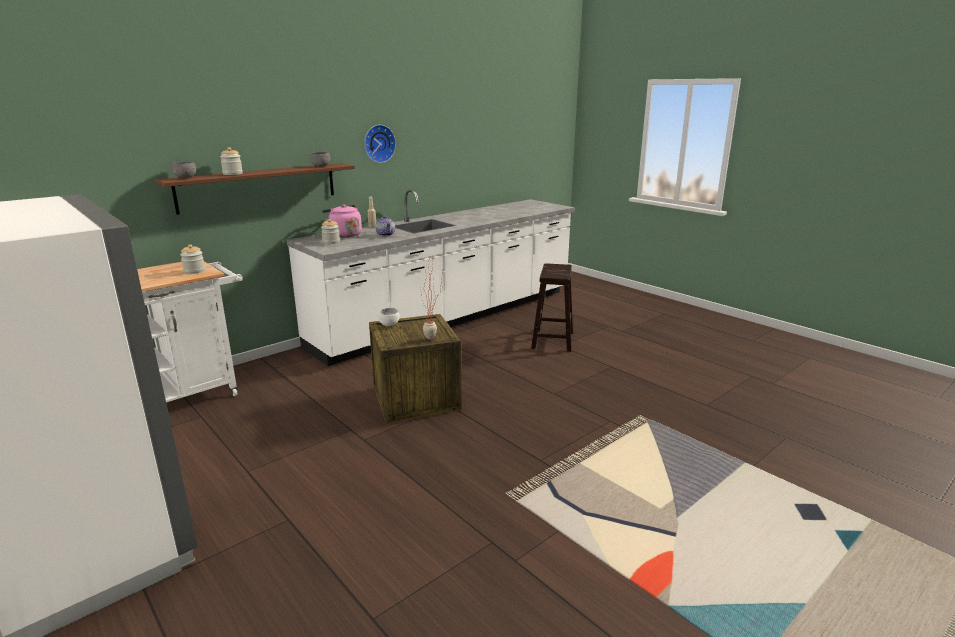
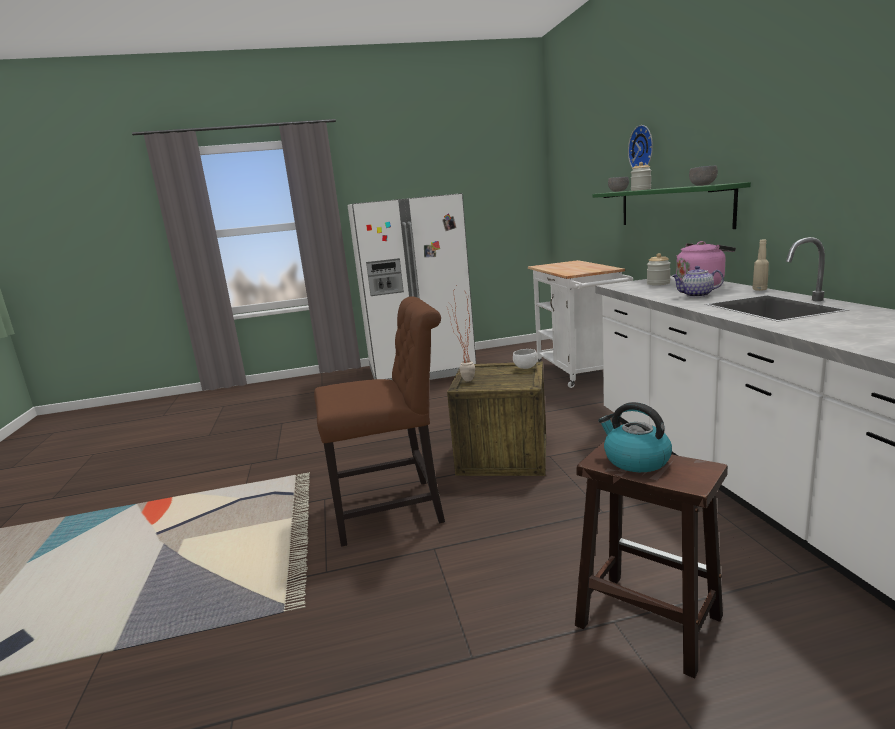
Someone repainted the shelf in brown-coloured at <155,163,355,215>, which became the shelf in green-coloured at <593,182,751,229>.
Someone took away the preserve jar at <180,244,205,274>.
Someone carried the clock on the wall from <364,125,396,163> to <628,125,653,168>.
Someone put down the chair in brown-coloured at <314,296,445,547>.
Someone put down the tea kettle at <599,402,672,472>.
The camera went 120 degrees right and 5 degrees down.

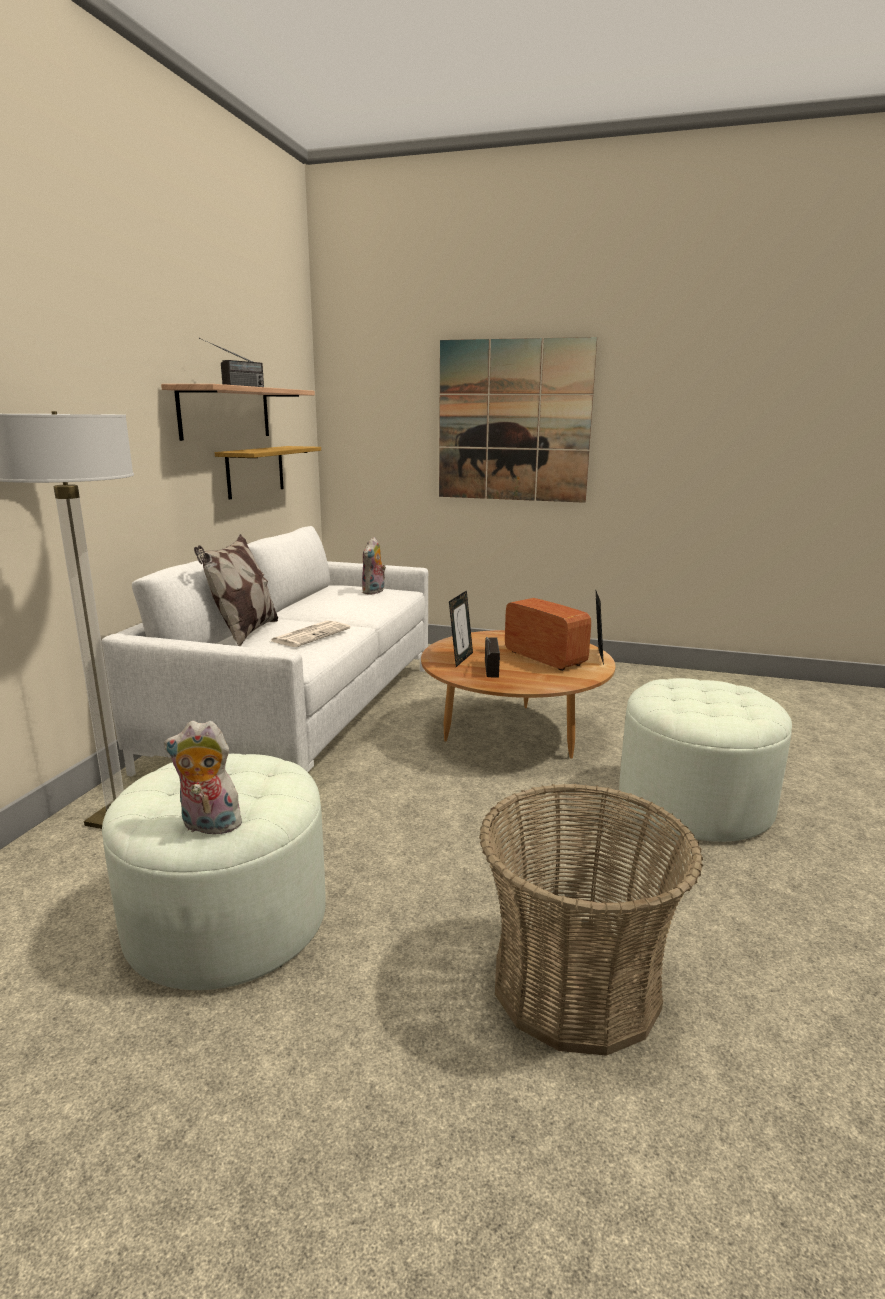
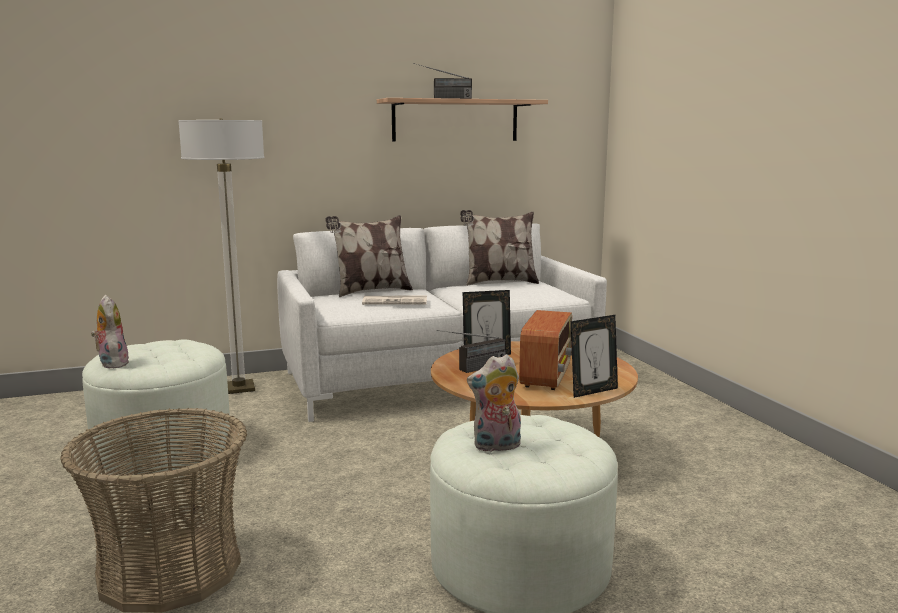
Someone took away the shelf at <215,446,321,500>.
Someone carried the plush toy from <362,537,386,595> to <467,354,521,452>.
Someone took away the wall art at <439,337,597,503>.
Someone put down the throw pillow at <460,210,539,286>.
The camera went 55 degrees right and 5 degrees down.

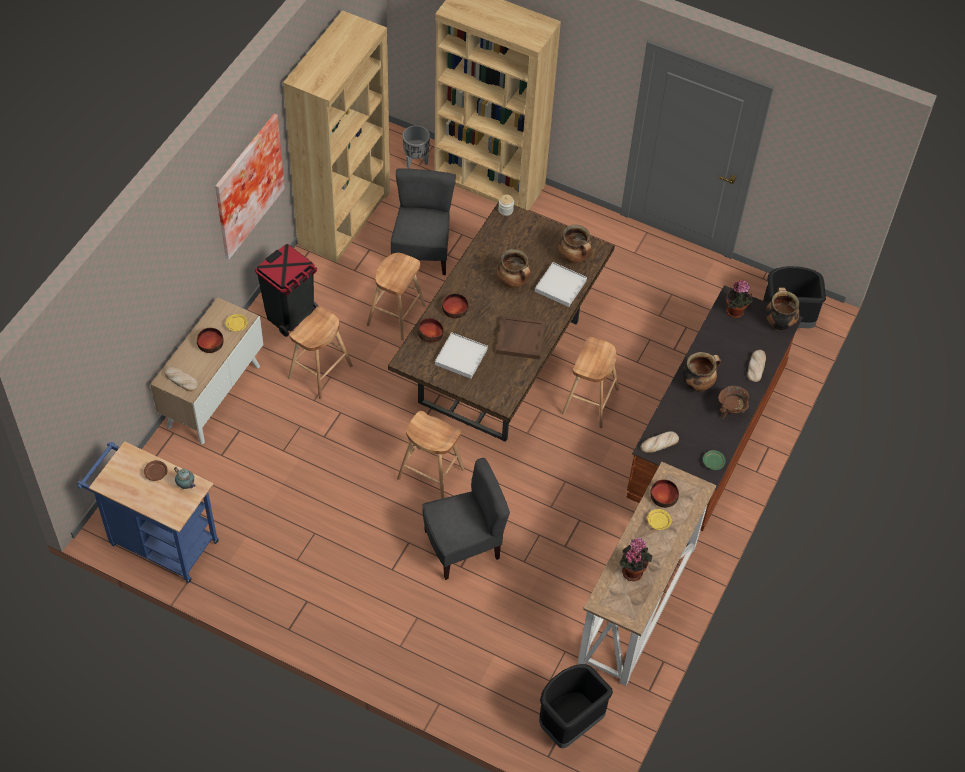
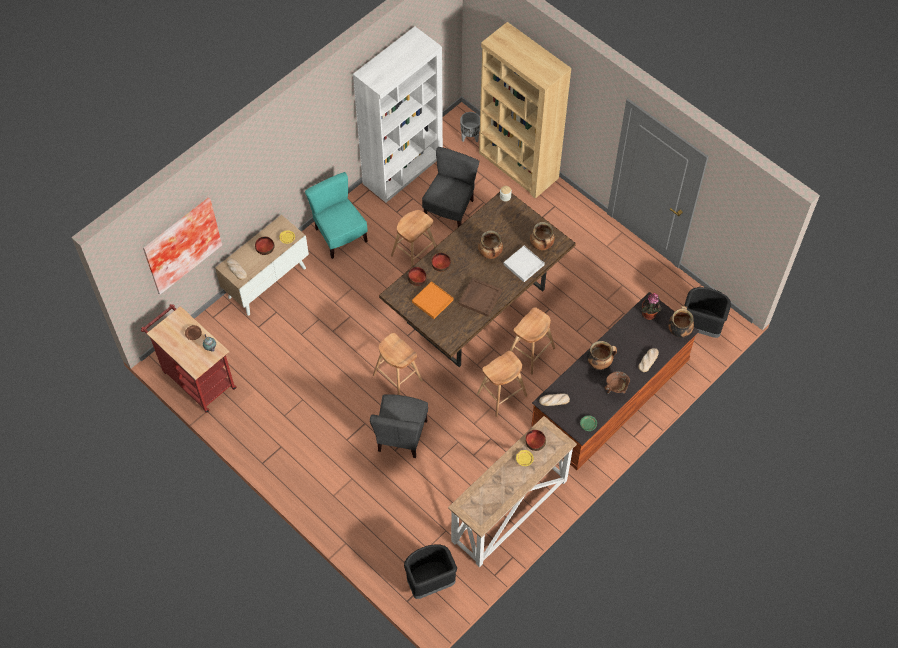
Someone repainted the wheeled cart in bluish at <77,441,219,583>, which became the wheeled cart in red at <141,304,236,413>.
Someone carried the wall art from <215,114,285,259> to <143,197,222,294>.
Someone swapped the rubbish bin in blackish at <255,244,319,337> for the chair in turquoise-coloured at <305,172,368,259>.
Someone repainted the shelving unit in brown-coloured at <283,10,390,262>, which became the shelving unit in white-coloured at <353,26,443,203>.
Someone carried the stool seat in brown-coloured from <288,307,353,399> to <477,351,527,417>.
Someone rotated the chair in grey at <422,458,510,580> by 105 degrees clockwise.
Someone repainted the tray in white-coloured at <435,332,488,379>, which became the tray in orange-coloured at <412,281,454,319>.
Someone took away the potted plant at <619,538,652,581>.
The camera went 20 degrees right and 5 degrees up.

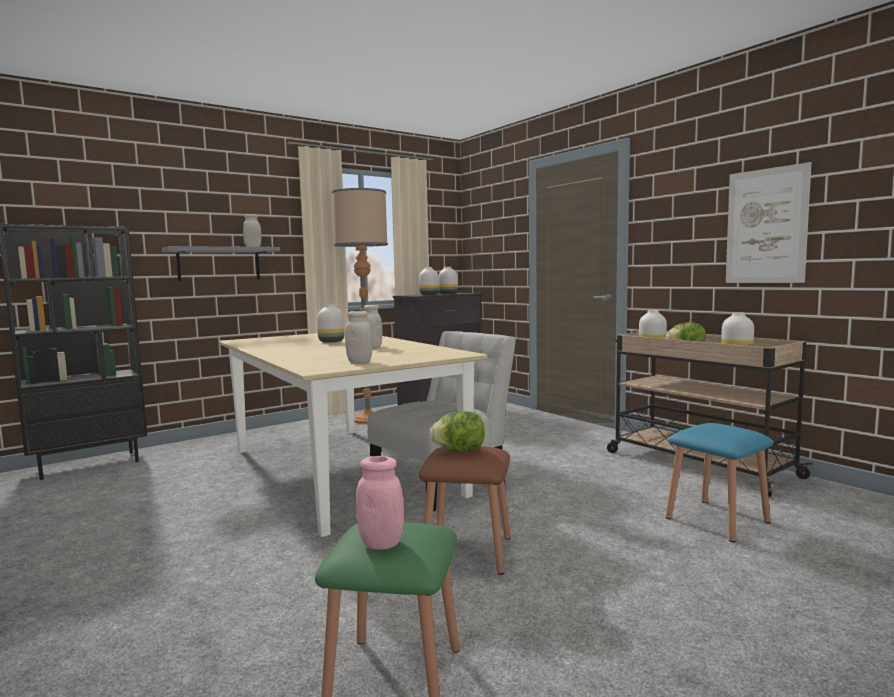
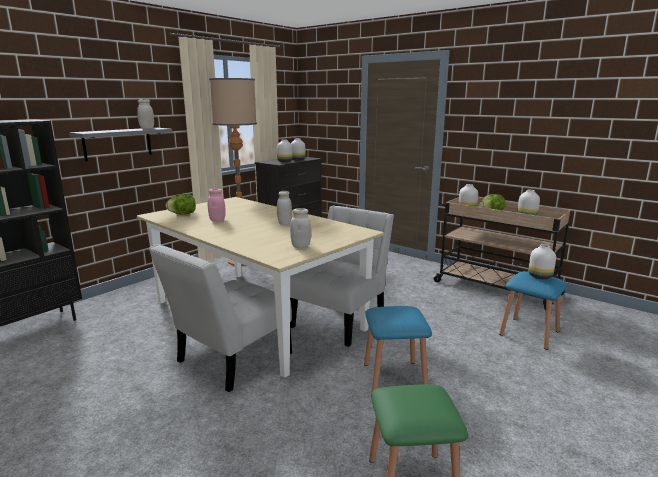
Someone carried the decorative vase in white-coloured from <317,304,344,343> to <529,244,556,279>.
Someone carried the preserve jar in pinkish from <356,456,404,550> to <207,189,226,222>.
Someone repainted the stool seat in brown-coloured at <419,446,510,575>, which became the stool seat in bluish at <364,306,432,391>.
Someone carried the lettuce from <430,411,485,452> to <166,194,196,215>.
Someone took away the wall art at <726,162,811,283>.
Someone put down the chair in white-coloured at <149,244,292,392>.
The camera went 15 degrees left and 10 degrees up.

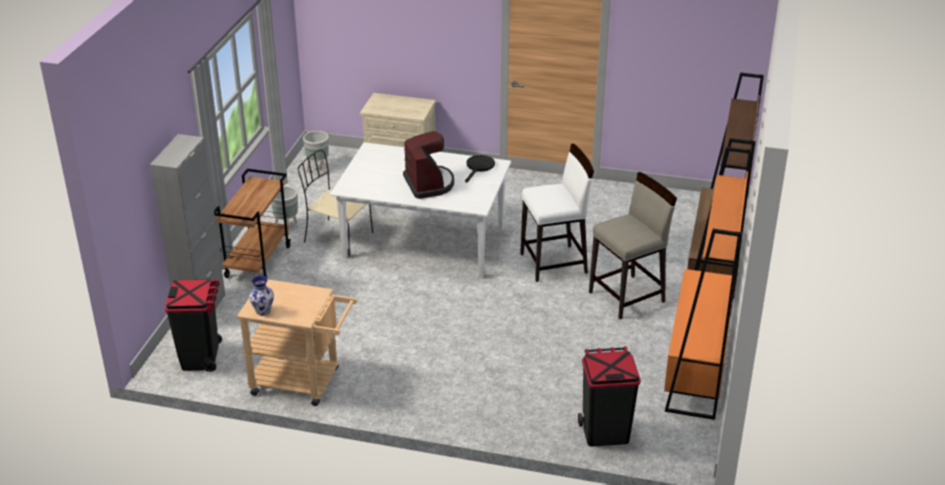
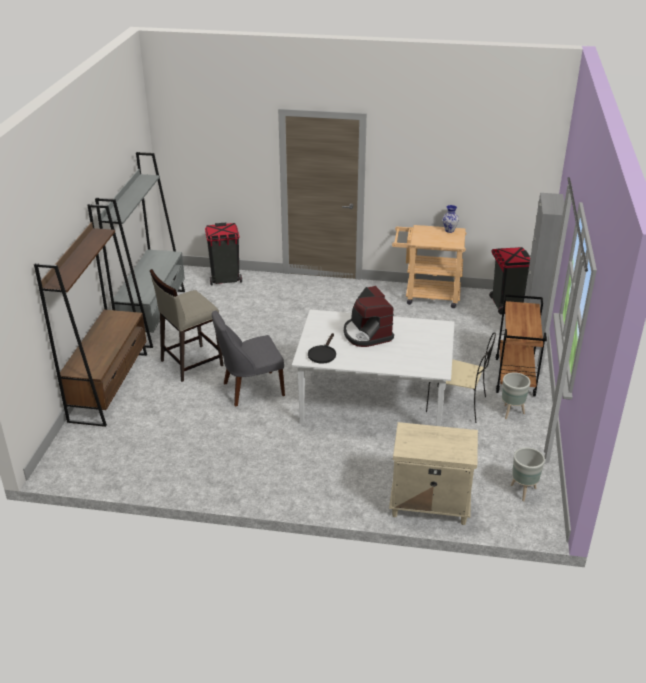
Someone swapped the stool seat in white-coloured at <520,144,594,282> for the chair in grey at <212,311,285,406>.
Someone repainted the shelving unit in orange-coloured at <664,147,752,420>, which became the shelving unit in grey at <95,152,185,348>.
The camera went 175 degrees right and 0 degrees up.

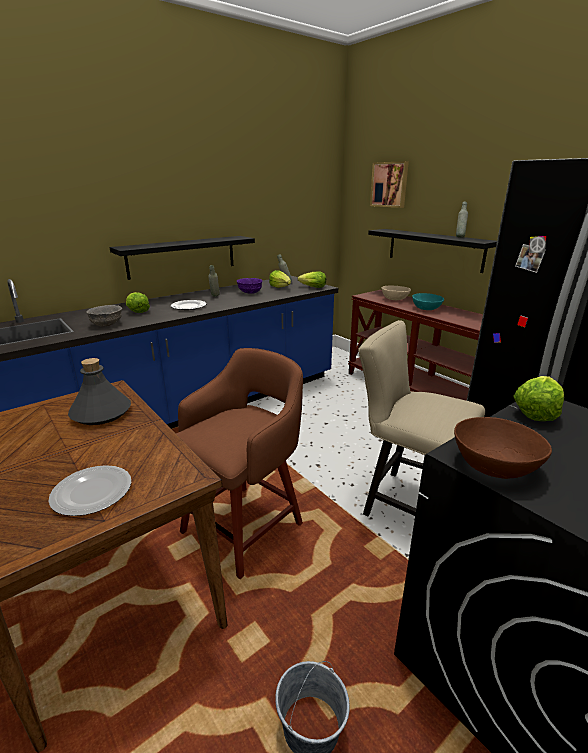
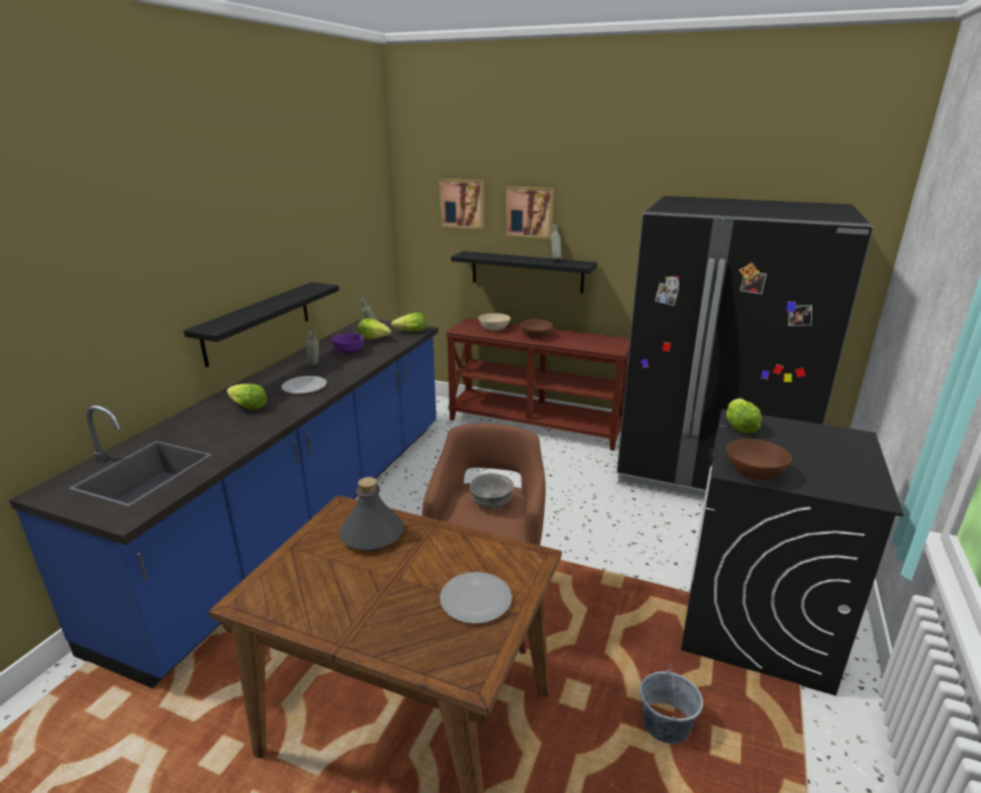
Someone carried the serving bowl in grey from <86,305,122,327> to <470,473,514,509>.
Someone took away the chair in sand-coloured at <359,320,485,517>.
Someone repainted the serving bowl in turquoise-coloured at <412,293,444,310>, which became the serving bowl in brown-coloured at <520,319,553,338>.
Someone put up the wall art at <505,186,554,239>.
The camera went 30 degrees left and 0 degrees up.

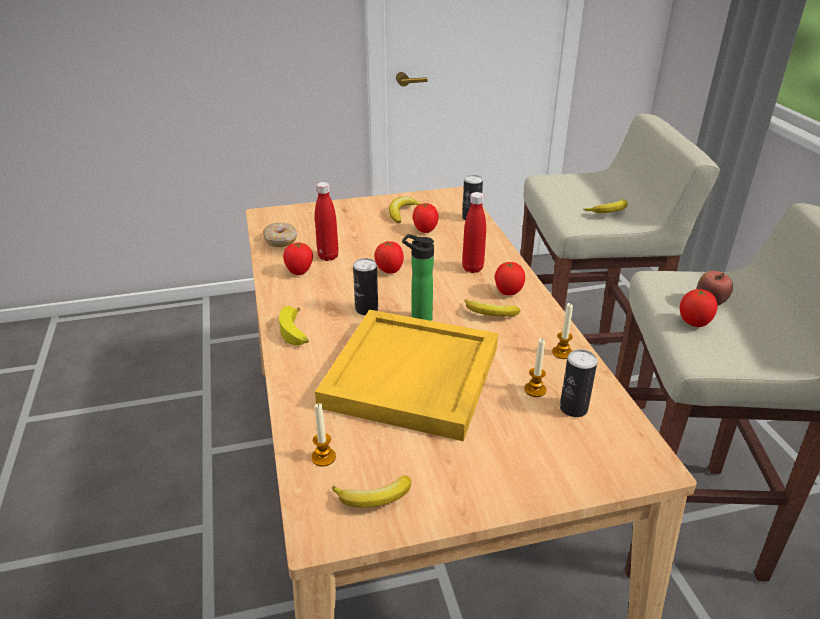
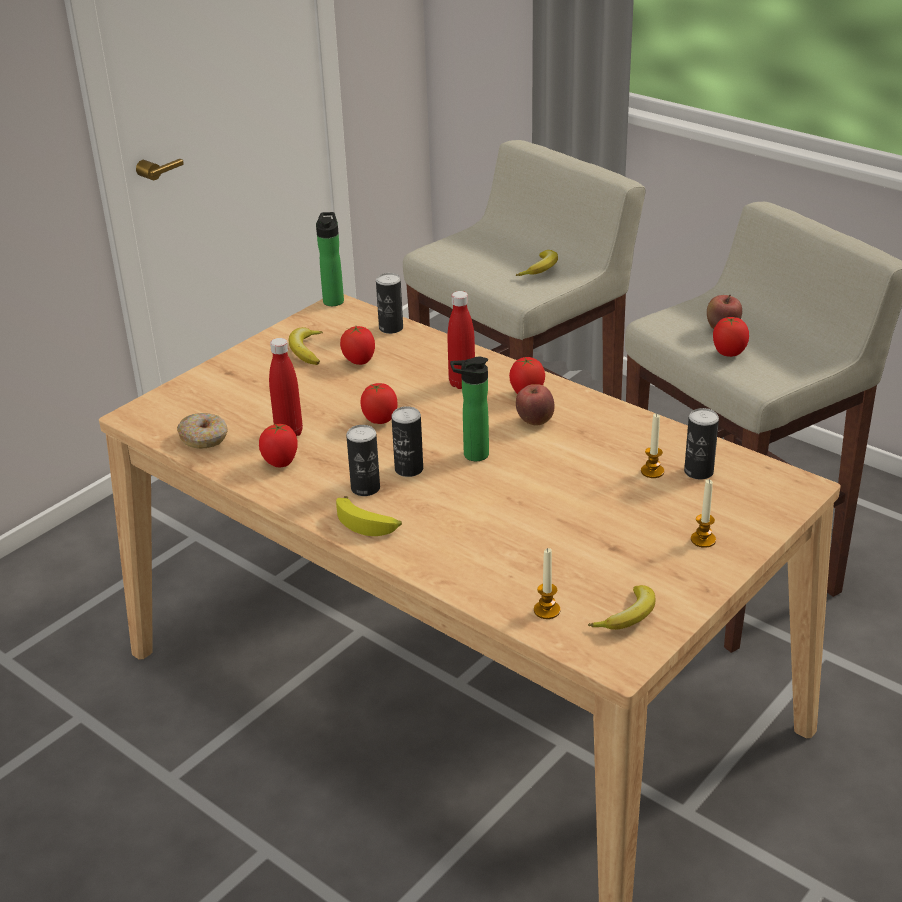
Someone took away the tray in yellowish at <315,310,498,441>.
Someone swapped the whole banana at <465,299,520,317> for the apple at <516,384,554,426>.
Someone carried the candle from <552,303,573,359> to <691,479,716,548>.
Someone put down the bottle at <316,212,344,306>.
Someone put down the can at <346,425,380,496>.
The camera went 35 degrees left and 0 degrees up.

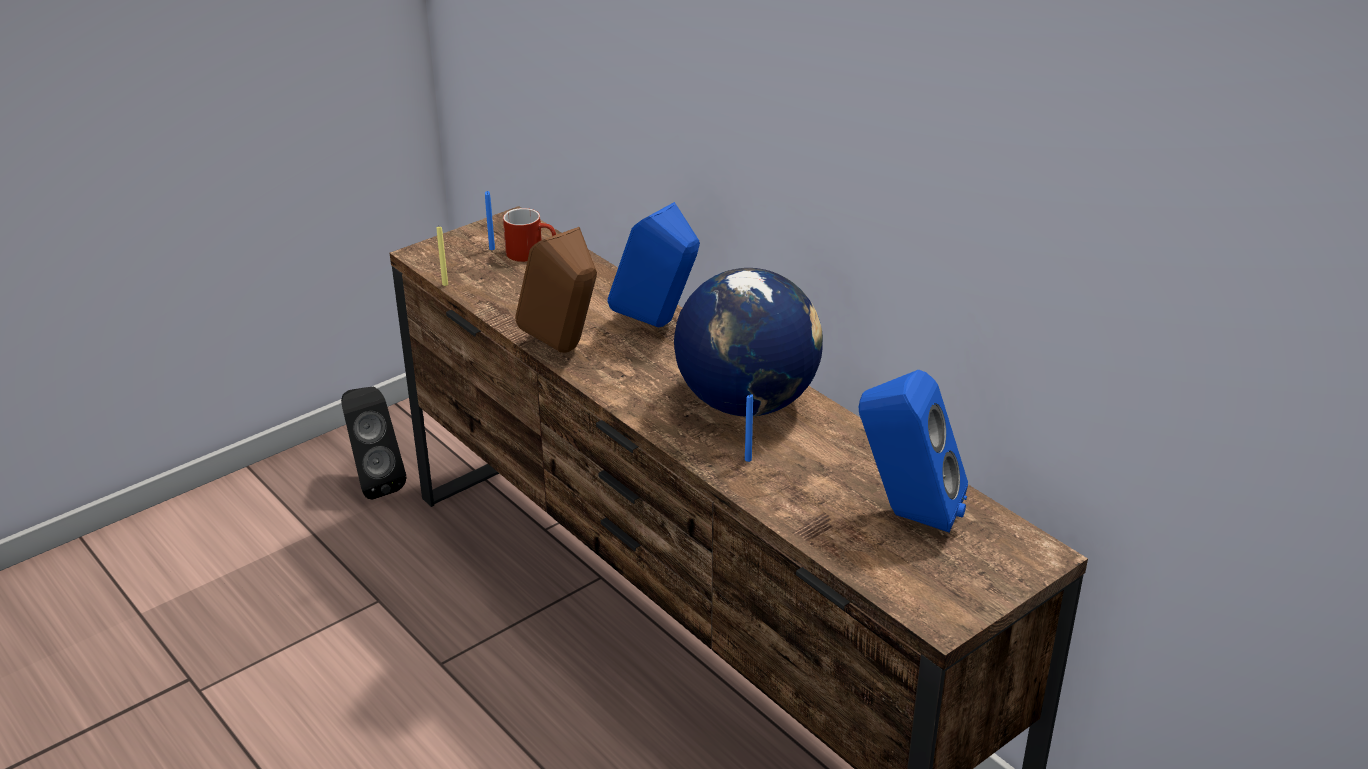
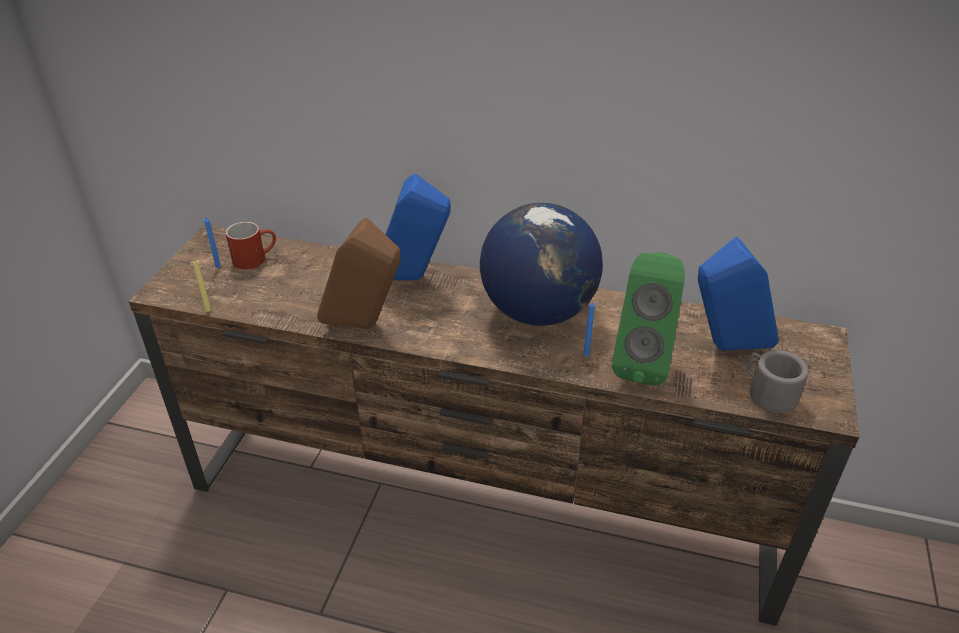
Someone took away the audio speaker in blackish at <341,387,406,499>.
Someone put down the audio speaker in green-coloured at <612,252,685,385>.
Someone put down the tea mug in grey at <747,350,809,413>.
The camera went 35 degrees left and 5 degrees up.

